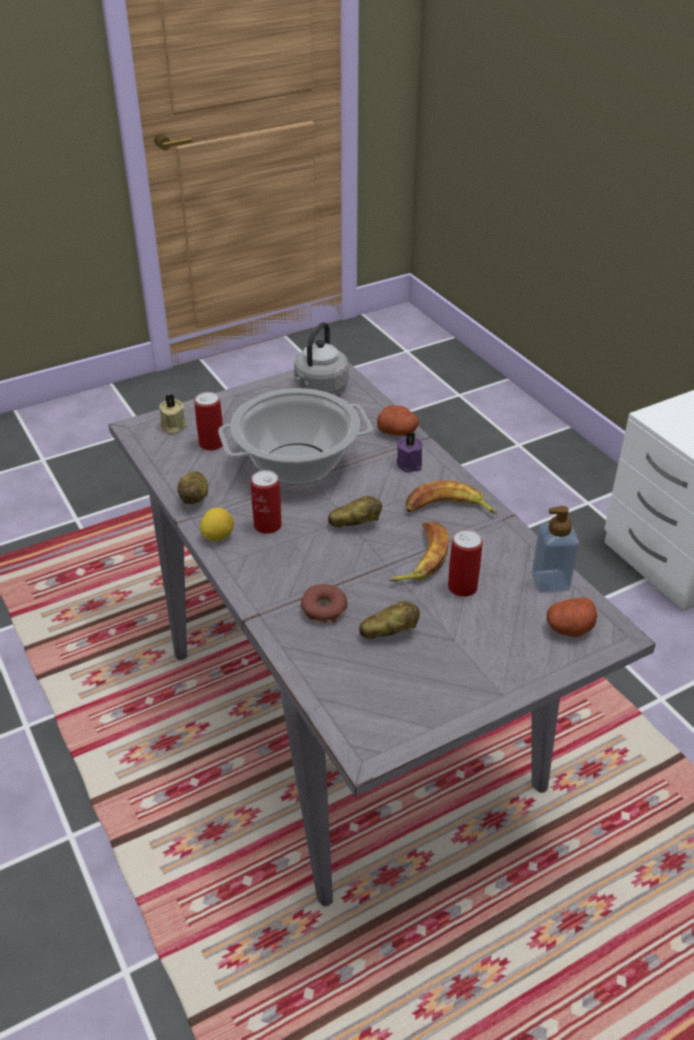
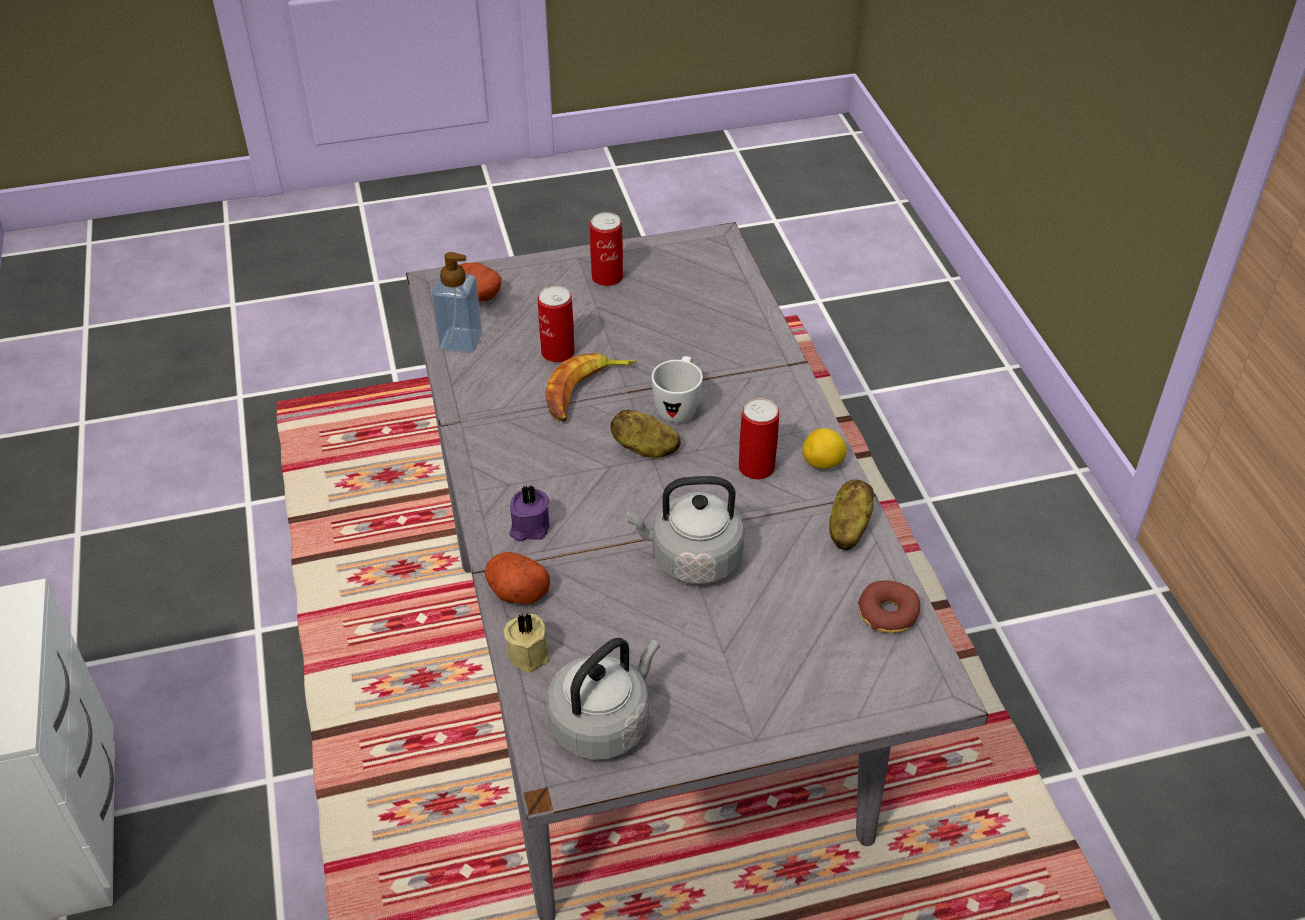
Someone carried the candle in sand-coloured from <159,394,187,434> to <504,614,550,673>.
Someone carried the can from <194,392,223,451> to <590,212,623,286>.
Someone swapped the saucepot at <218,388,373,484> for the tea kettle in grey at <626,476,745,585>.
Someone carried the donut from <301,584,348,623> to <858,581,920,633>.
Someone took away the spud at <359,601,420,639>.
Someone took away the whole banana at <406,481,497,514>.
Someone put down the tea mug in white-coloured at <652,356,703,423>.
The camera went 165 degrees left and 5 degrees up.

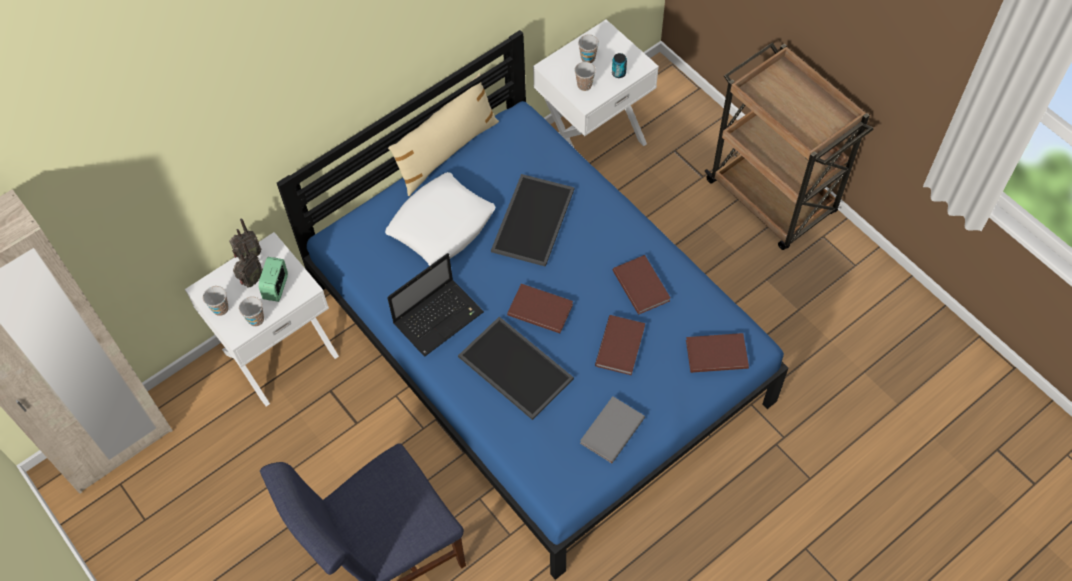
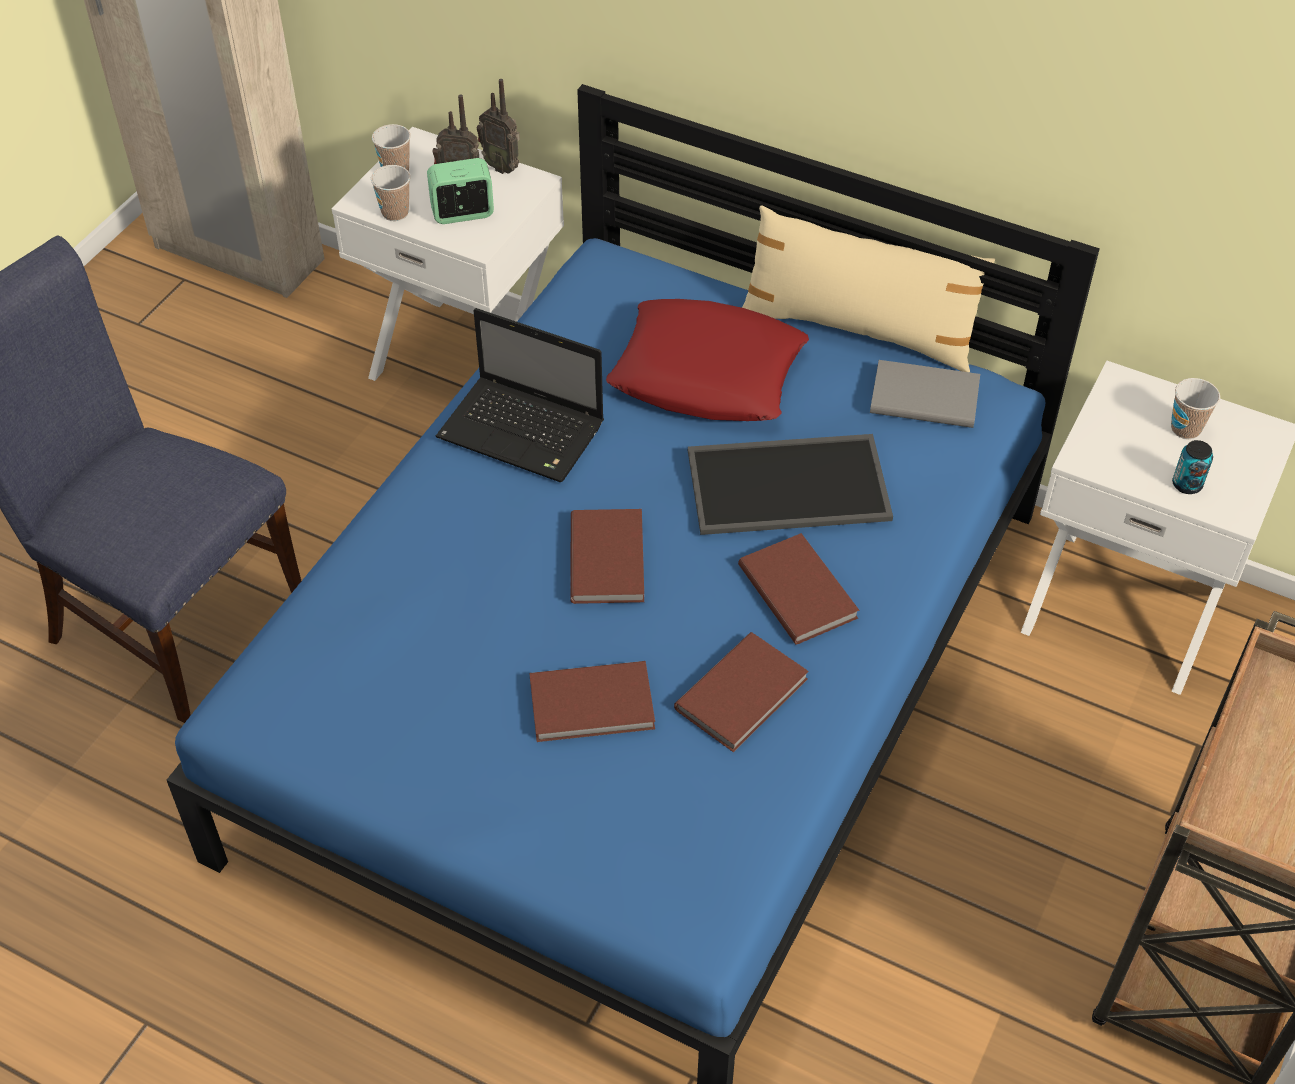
Someone repainted the throw pillow in white-coloured at <385,172,495,266>, which became the throw pillow in red at <606,299,809,421>.
Someone took away the tray at <458,317,574,420>.
Someone took away the drinking cup at <574,62,596,91>.
Someone carried the volume in grey from <580,396,645,463> to <870,360,980,428>.
Someone carried the volume in brown-coloured from <686,333,749,373> to <738,533,860,645>.
The camera went 65 degrees right and 10 degrees down.

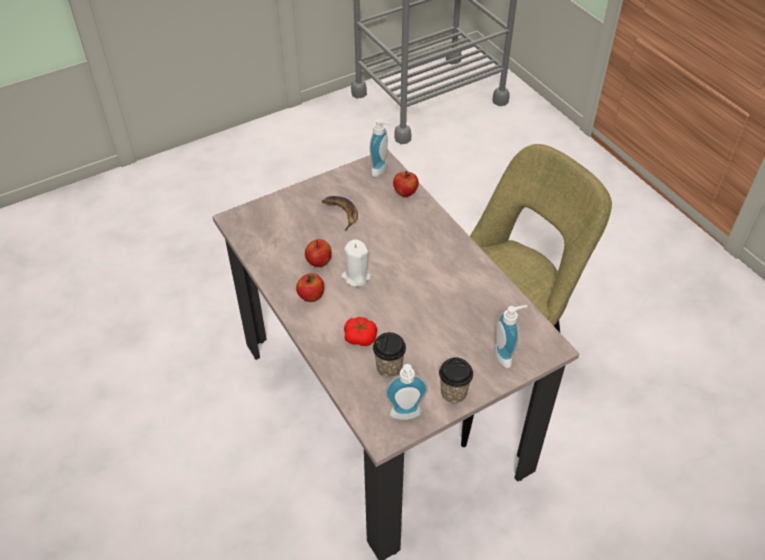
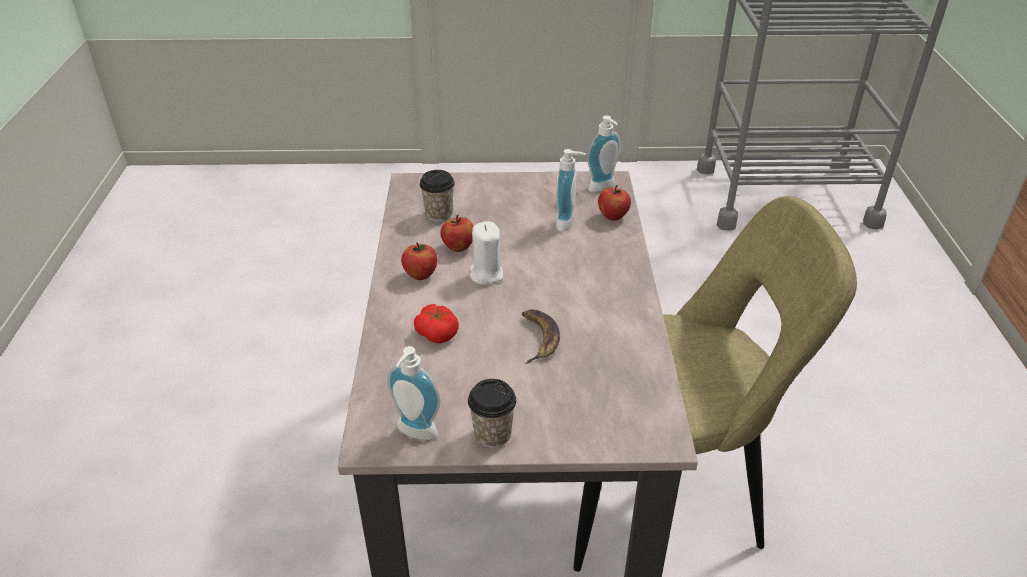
Someone carried the whole banana from <322,196,358,231> to <522,310,560,364>.
Someone carried the drinking cup from <373,332,406,378> to <419,170,455,222>.
Someone carried the liquid soap bottle from <494,305,528,368> to <556,149,586,232>.
The camera went 30 degrees right and 10 degrees down.

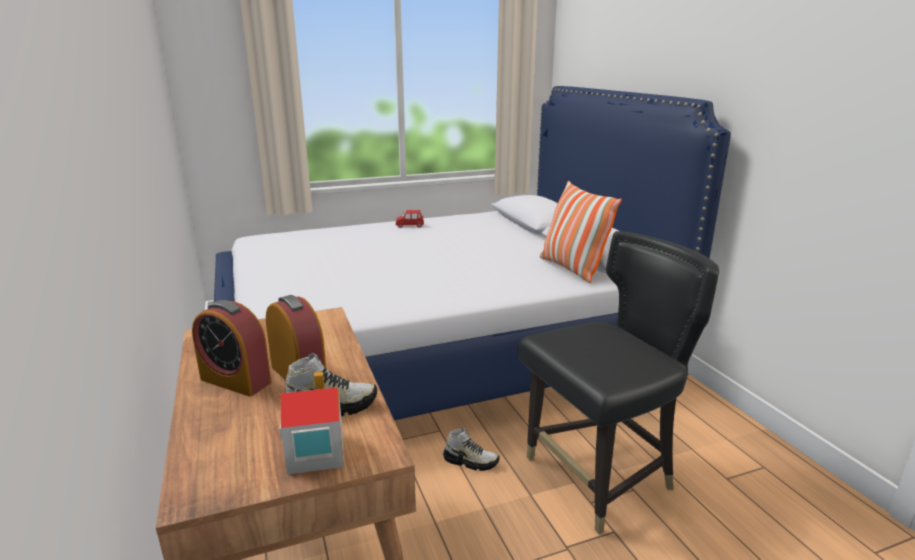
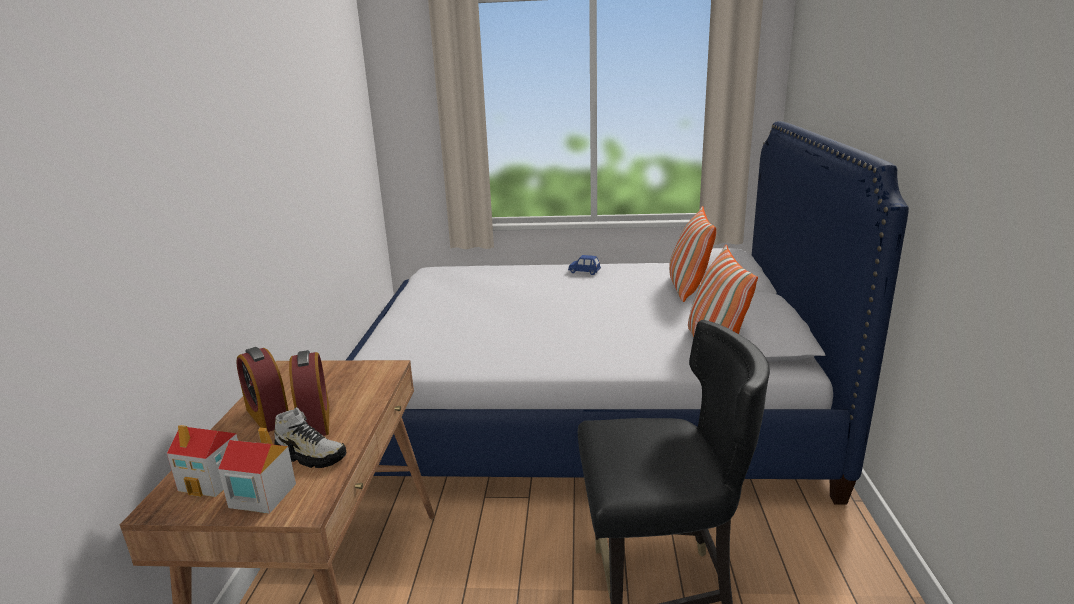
Someone repainted the model car in red at <396,210,424,228>, which became the model car in bluish at <568,255,601,275>.
Someone took away the shoe at <443,428,500,471>.
Someone put down the model house at <167,425,238,497>.
Someone put down the throw pillow at <669,206,716,302>.
The camera went 25 degrees right and 0 degrees up.

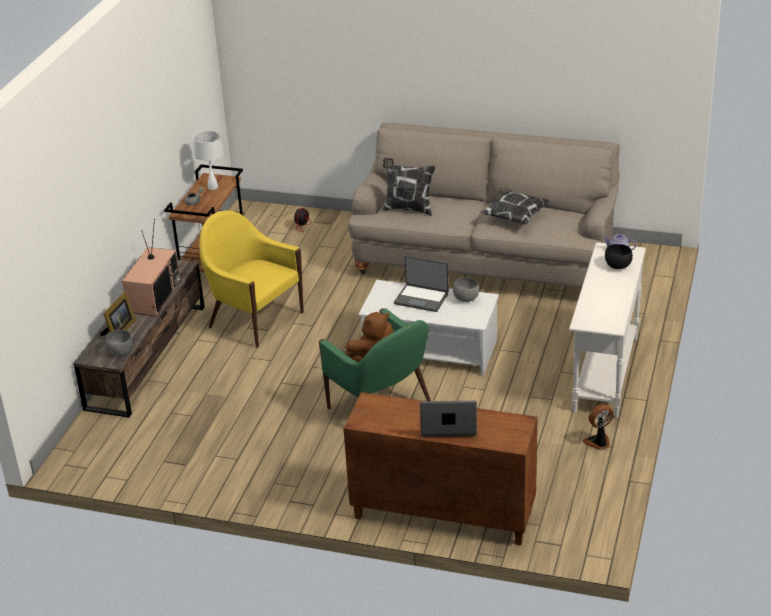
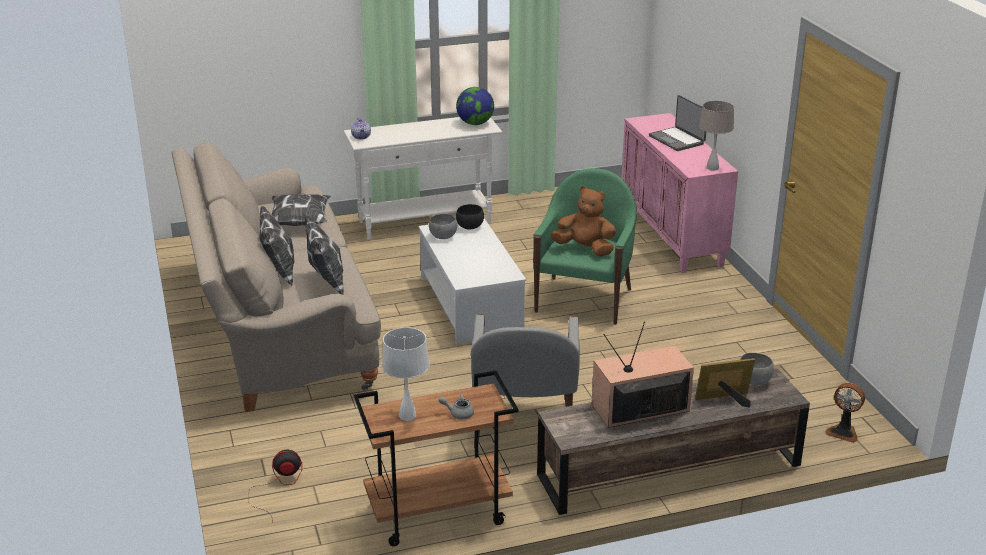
Someone repainted the armchair in yellowish at <199,210,304,348>, which became the armchair in grey at <471,314,580,448>.
Someone repainted the storage cabinet in brown-coloured at <343,392,537,546>, which became the storage cabinet in pinkish at <622,113,738,273>.
Someone took away the portable computer at <394,256,449,312>.
Someone carried the cooling fan from <583,404,613,450> to <825,383,865,443>.
Someone carried the serving bowl in blackish from <605,244,633,269> to <456,204,484,229>.
Someone put down the throw pillow at <259,206,295,286>.
Someone put down the desk globe at <456,87,494,125>.
Someone put down the table lamp in sand-coloured at <699,101,734,171>.
The camera went 125 degrees left and 5 degrees down.

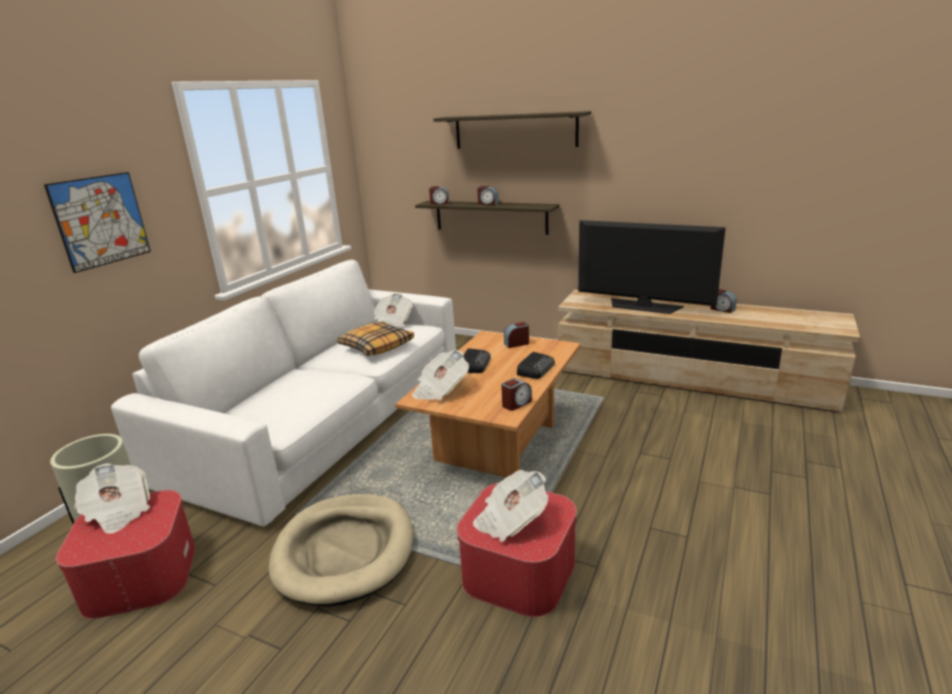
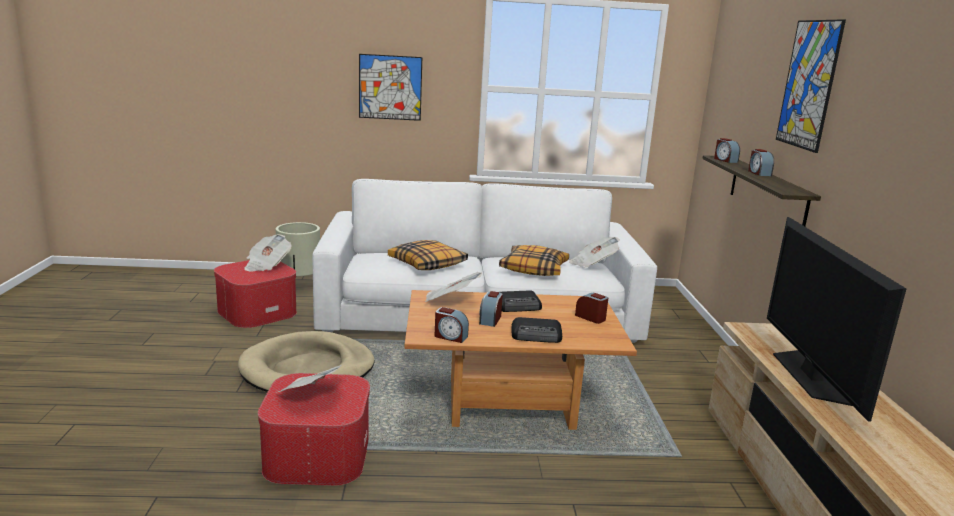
Someone swapped the shelf at <433,111,591,149> for the wall art at <776,19,846,153>.
Someone carried the bedside clock from <710,289,736,313> to <479,291,503,327>.
Someone put down the throw pillow at <388,240,468,270>.
The camera went 60 degrees right and 5 degrees down.

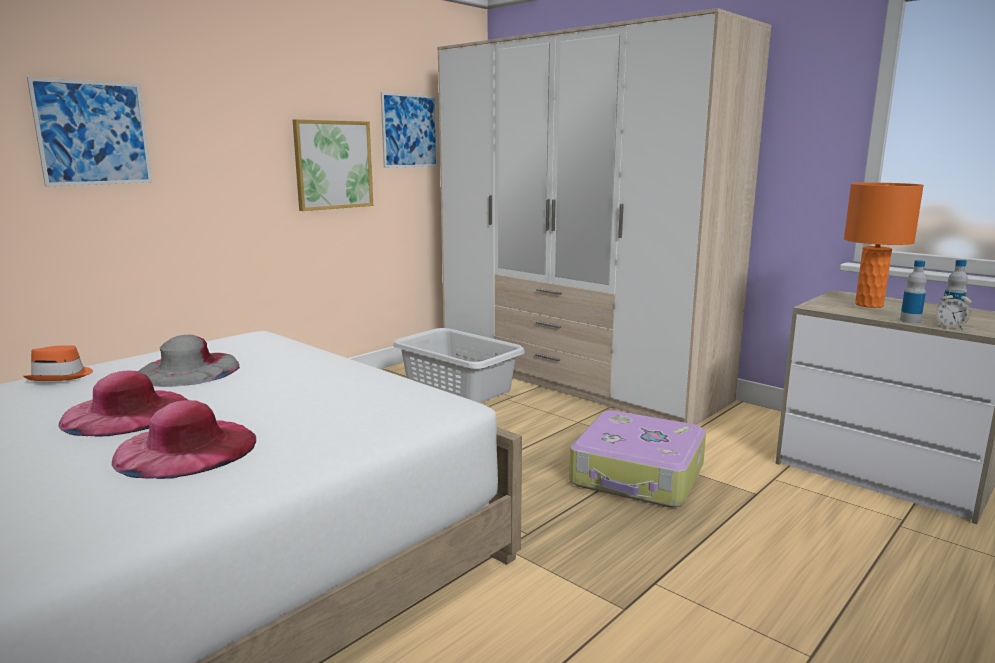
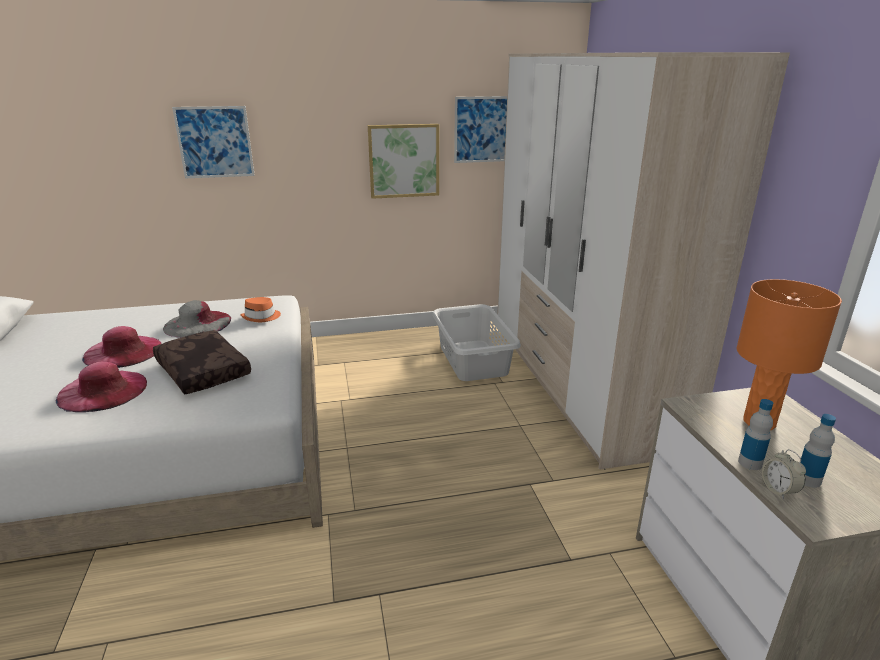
Someone carried the clothing hat in orange-coloured from <24,345,93,381> to <240,297,281,322>.
Someone took away the travel case at <569,410,706,507>.
Someone put down the throw pillow in brown-coloured at <153,330,251,394>.
The camera went 35 degrees right and 10 degrees up.

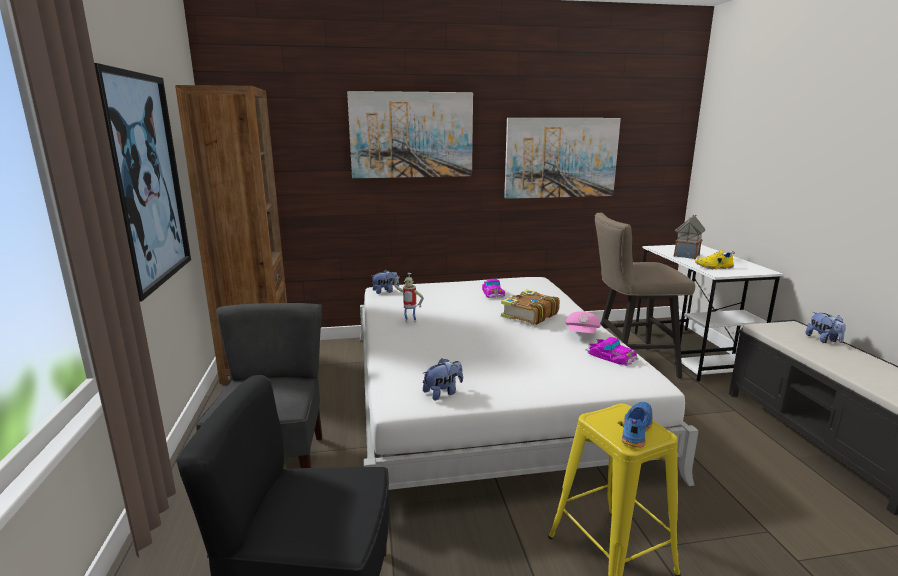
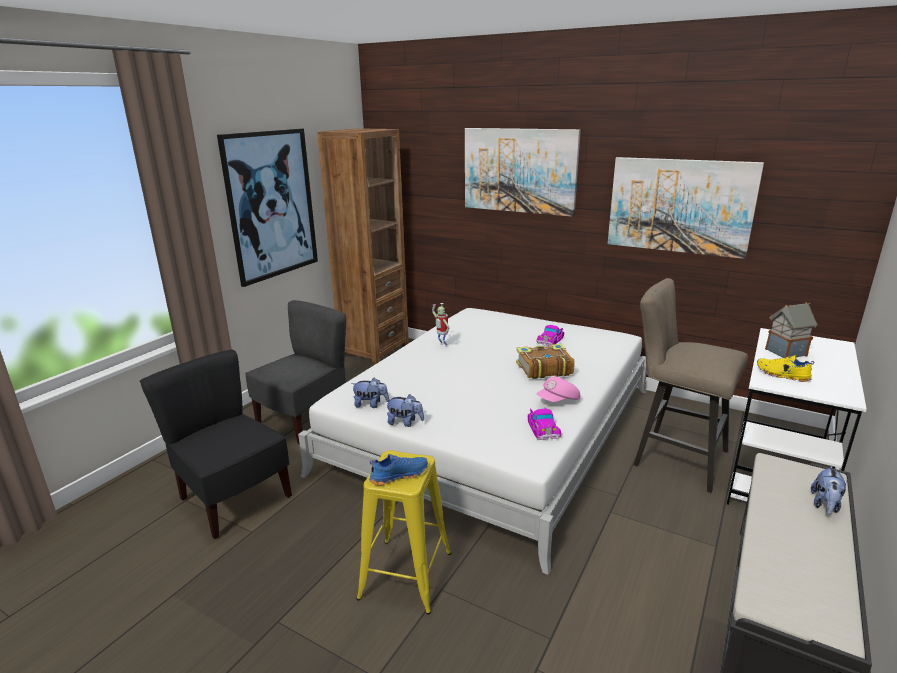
Someone carried the plush toy from <372,270,399,294> to <385,394,424,427>.
The camera went 40 degrees right and 5 degrees up.

